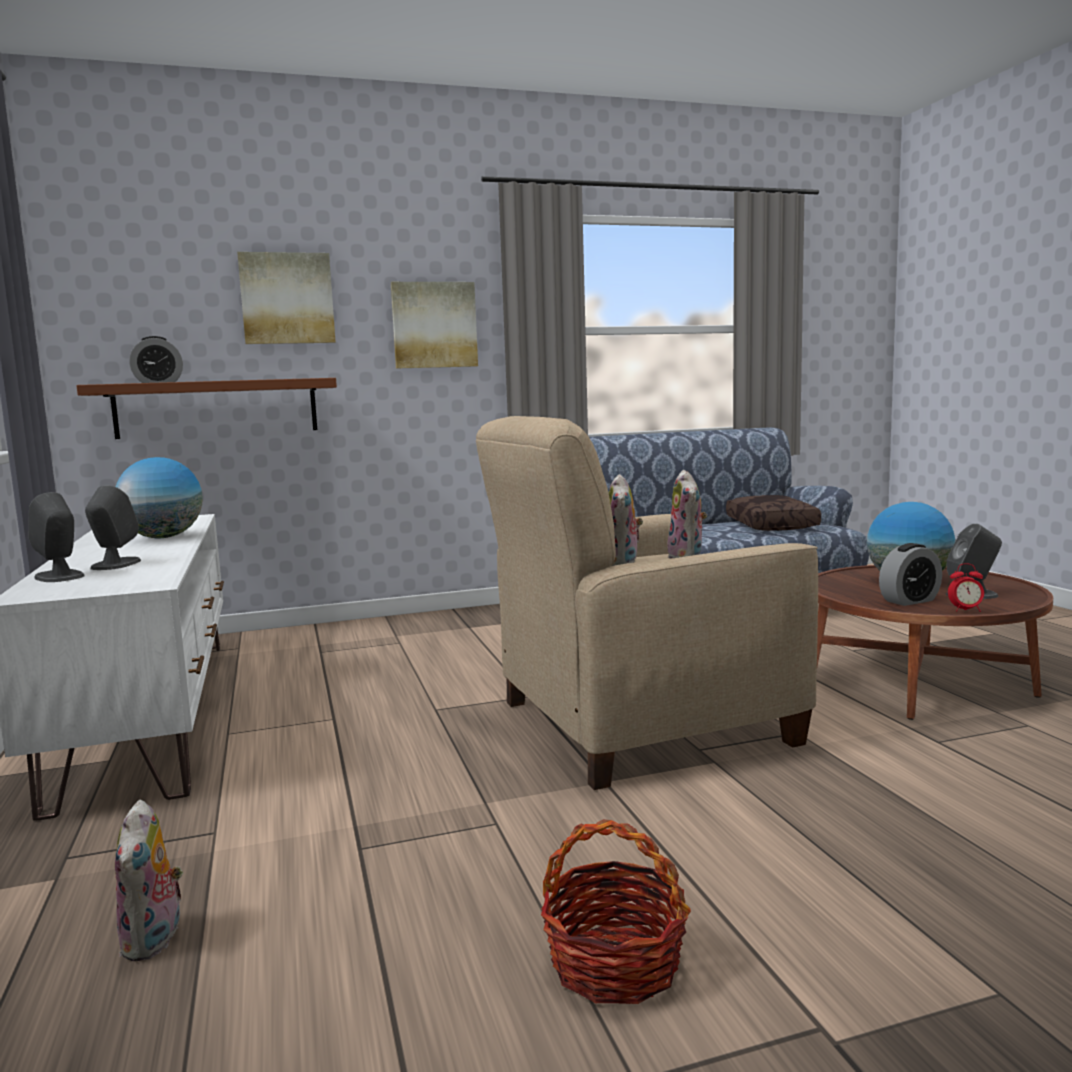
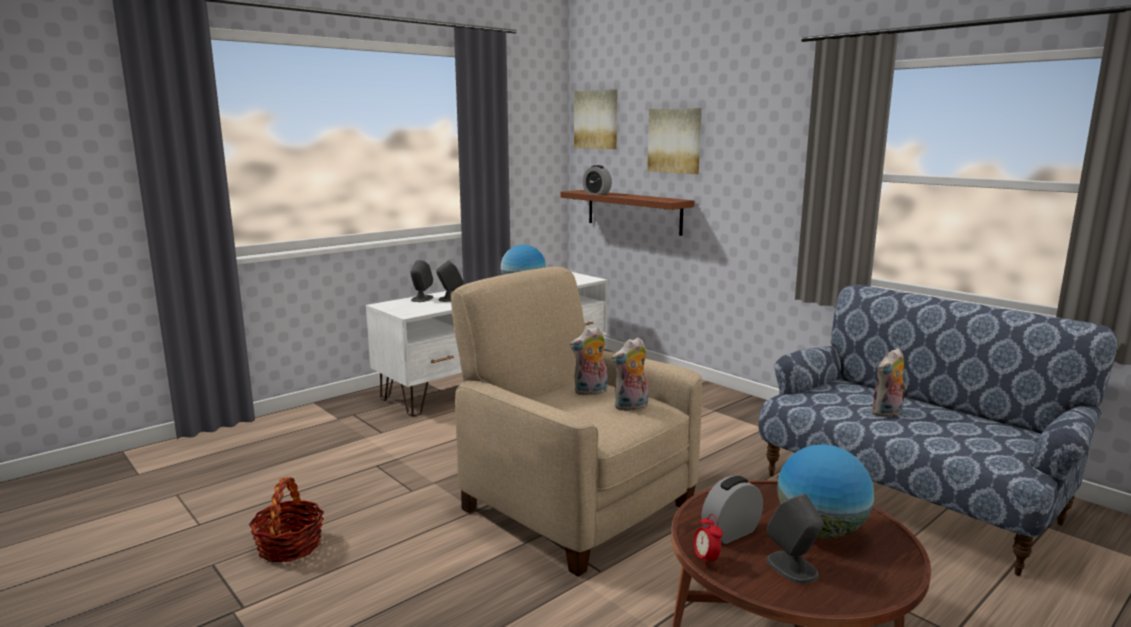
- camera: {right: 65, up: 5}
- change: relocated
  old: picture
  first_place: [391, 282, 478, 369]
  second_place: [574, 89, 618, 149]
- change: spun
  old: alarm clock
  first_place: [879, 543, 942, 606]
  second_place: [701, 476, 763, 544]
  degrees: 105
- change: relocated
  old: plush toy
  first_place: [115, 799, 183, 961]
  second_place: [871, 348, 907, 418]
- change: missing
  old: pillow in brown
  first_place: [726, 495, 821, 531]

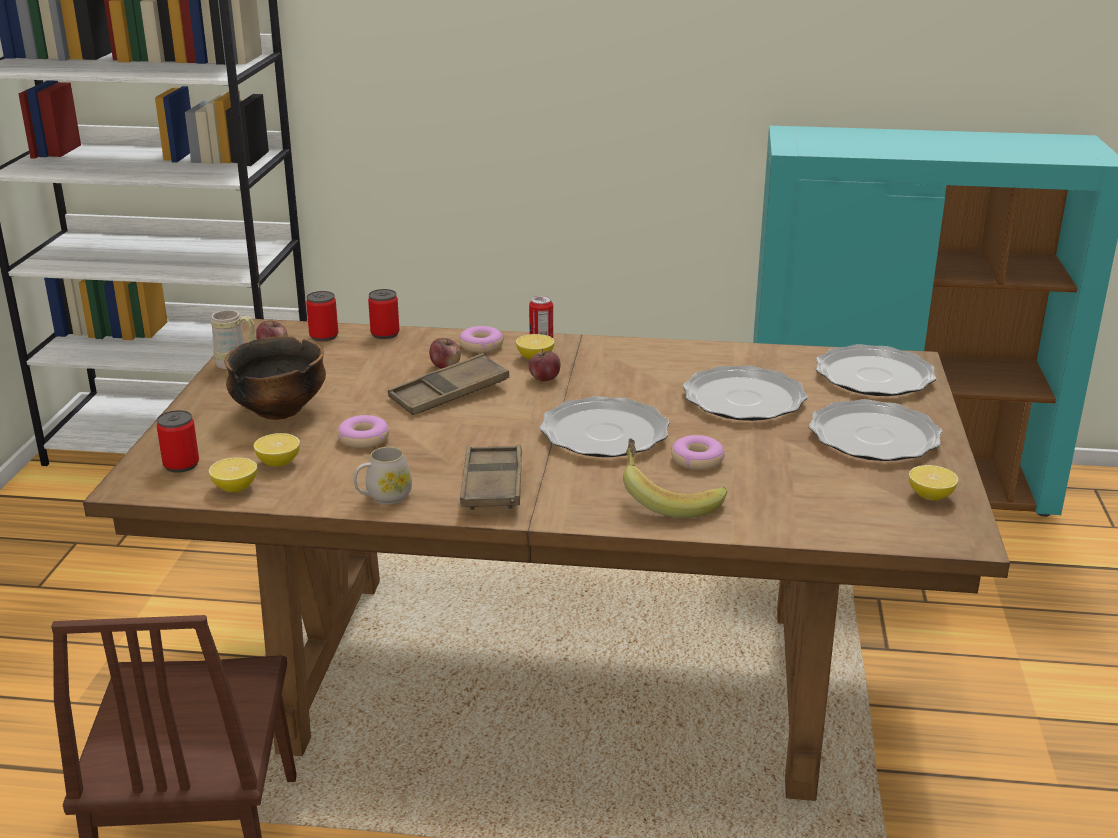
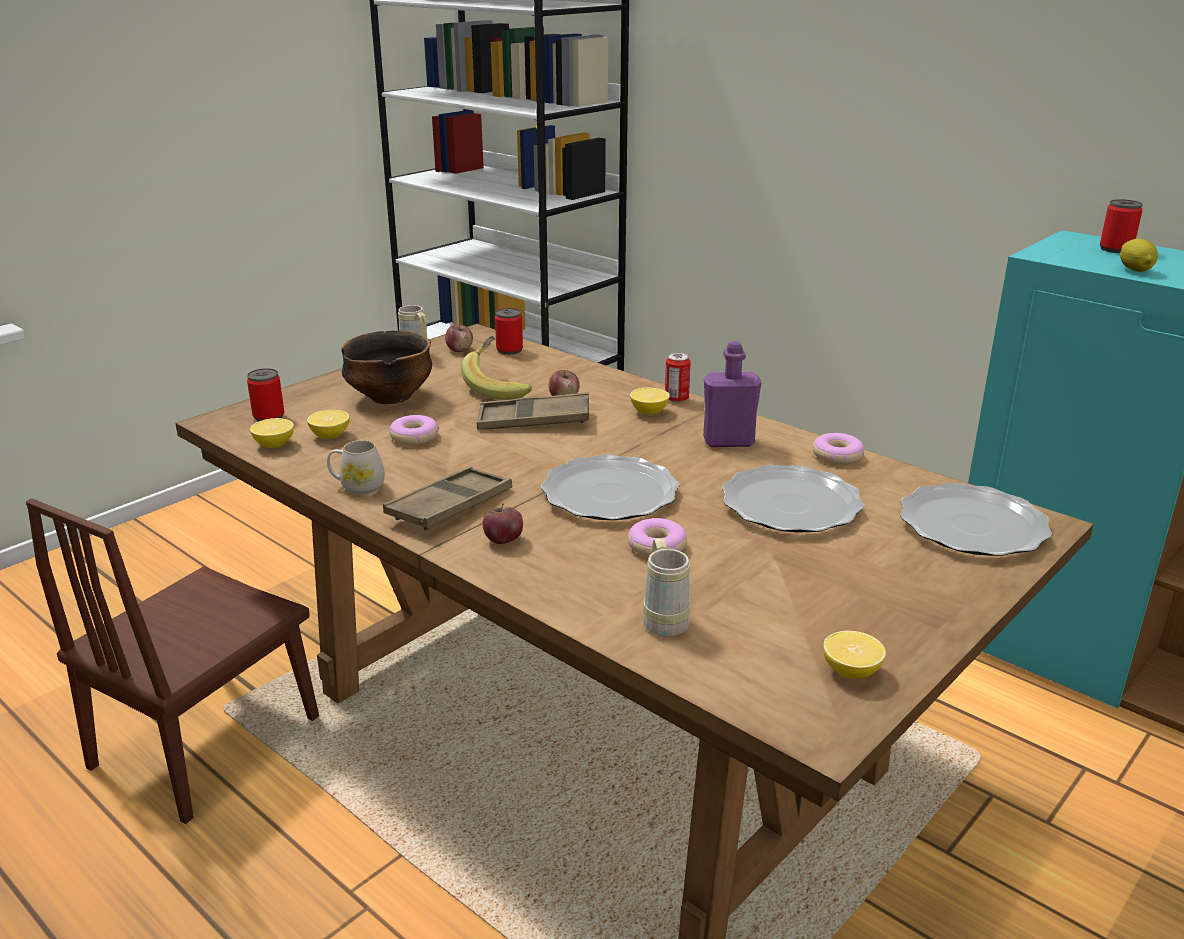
- camera: {right: 35, up: 0}
- change: relocated
  old: banana
  first_place: [623, 439, 727, 518]
  second_place: [461, 336, 532, 400]
- change: relocated
  old: apple
  first_place: [528, 349, 560, 382]
  second_place: [482, 503, 523, 544]
- change: appeared
  new: mug in beige
  second_place: [643, 538, 690, 637]
- change: appeared
  new: bottle in purple
  second_place: [703, 341, 762, 447]
- change: relocated
  old: donut
  first_place: [459, 326, 504, 353]
  second_place: [813, 433, 864, 465]
- change: relocated
  old: can
  first_place: [368, 289, 400, 339]
  second_place: [1100, 199, 1143, 253]
- change: appeared
  new: lemon
  second_place: [1120, 239, 1158, 272]
- change: missing
  old: plate
  first_place: [809, 399, 942, 461]

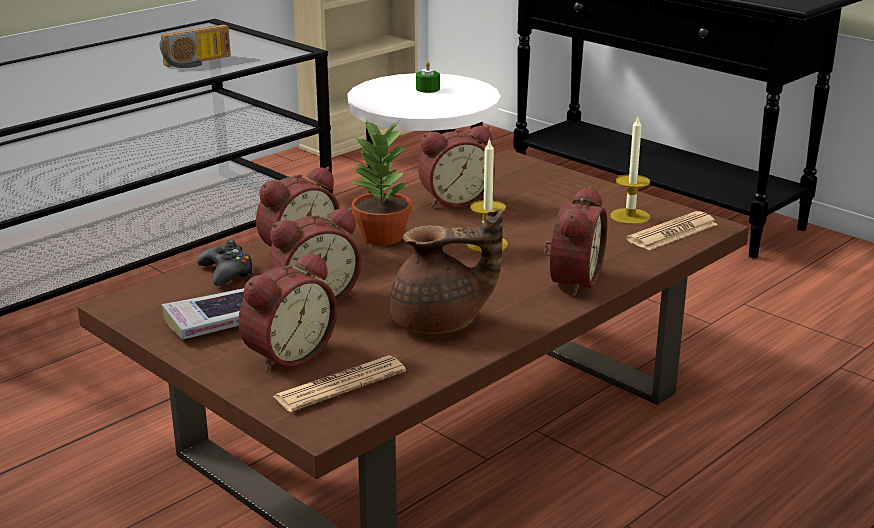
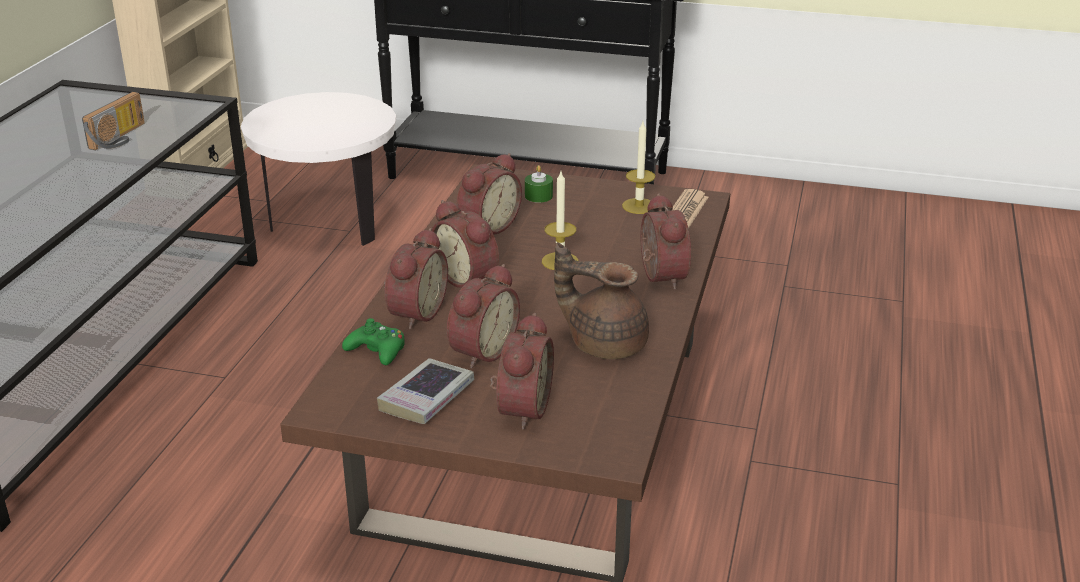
- camera: {right: -30, up: 5}
- change: colour
  old: game controller in black
  new: game controller in green
  first_place: [197, 239, 254, 286]
  second_place: [342, 318, 405, 365]
- change: exchanged
  old: potted plant
  new: alarm clock
  first_place: [348, 119, 412, 245]
  second_place: [432, 200, 499, 288]
- change: relocated
  old: candle in green
  first_place: [416, 61, 440, 93]
  second_place: [525, 165, 553, 203]
- change: spun
  old: teapot in brown
  first_place: [390, 208, 503, 334]
  second_place: [554, 242, 649, 359]
  degrees: -120
- change: missing
  old: newspaper
  first_place: [273, 356, 406, 412]

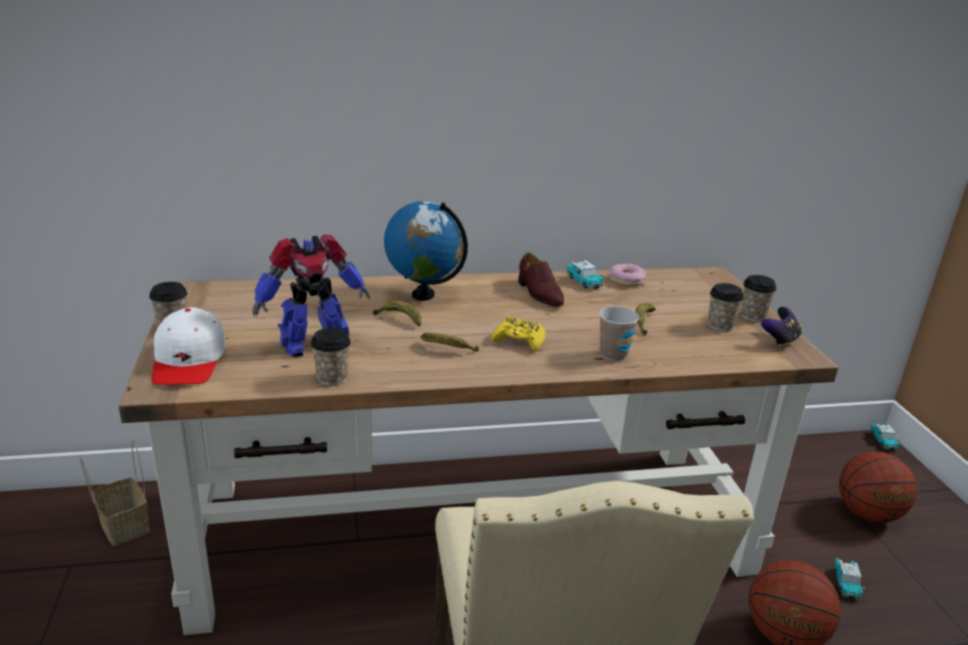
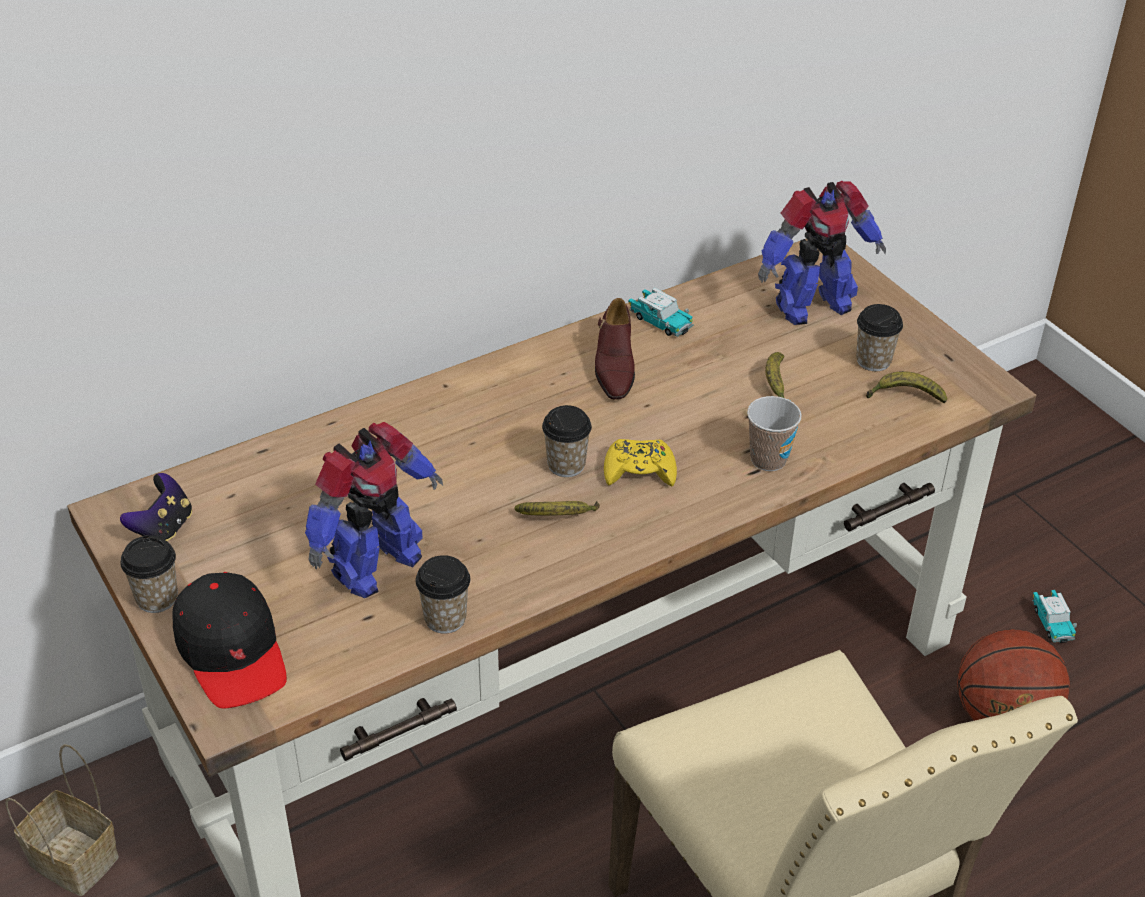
- camera: {right: -20, up: 15}
- change: relocated
  old: game controller
  first_place: [761, 307, 802, 348]
  second_place: [120, 473, 192, 541]
- change: colour
  old: cap in white
  new: cap in black
  first_place: [152, 307, 226, 385]
  second_place: [172, 572, 287, 708]
- change: relocated
  old: cup
  first_place: [741, 275, 776, 322]
  second_place: [542, 405, 592, 477]
- change: spun
  old: shoe in brown
  first_place: [518, 253, 564, 307]
  second_place: [595, 298, 635, 400]
  degrees: 45
- change: appeared
  new: toy robot
  second_place: [758, 181, 886, 325]
- change: relocated
  old: banana
  first_place: [373, 300, 421, 326]
  second_place: [866, 371, 947, 403]
- change: missing
  old: globe
  first_place: [384, 201, 468, 301]
- change: missing
  old: donut
  first_place: [609, 264, 646, 287]
- change: missing
  old: basketball
  first_place: [839, 451, 917, 523]
- change: missing
  old: toy car
  first_place: [870, 424, 900, 451]

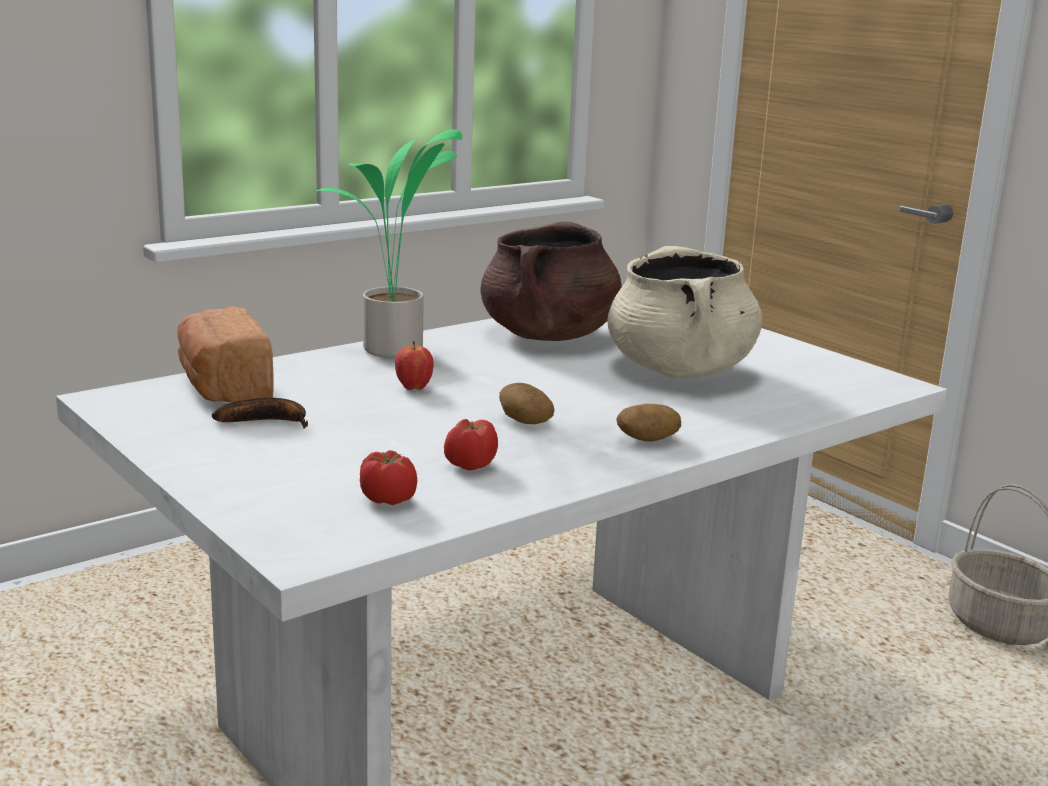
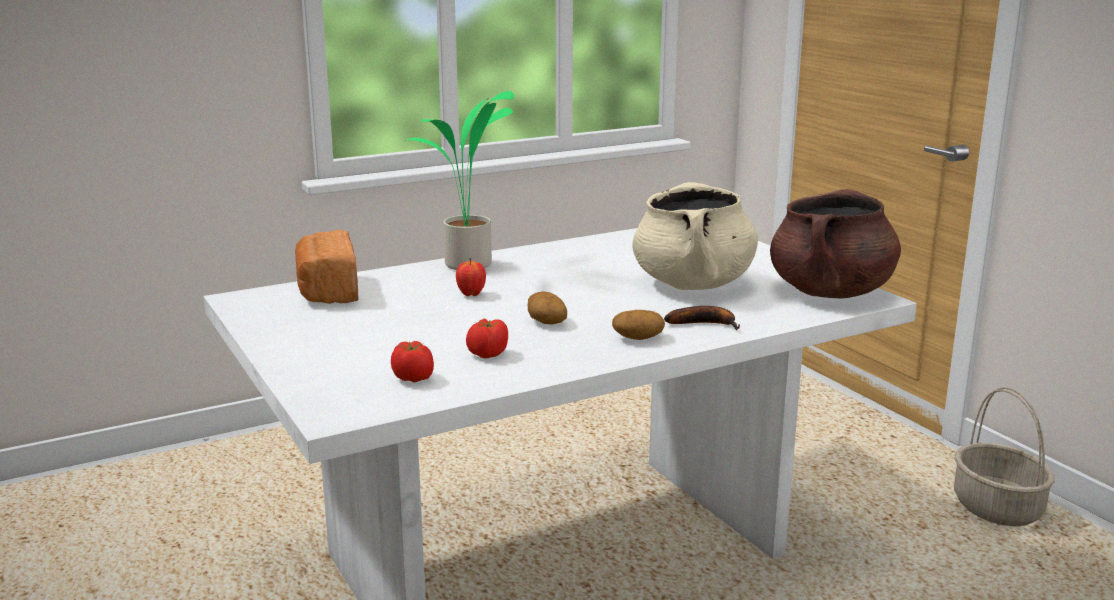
- camera: {right: 10, up: 0}
- change: relocated
  old: banana
  first_place: [212, 398, 308, 428]
  second_place: [664, 306, 740, 330]
- change: relocated
  old: cooking pot in brown
  first_place: [480, 221, 622, 341]
  second_place: [770, 189, 901, 299]

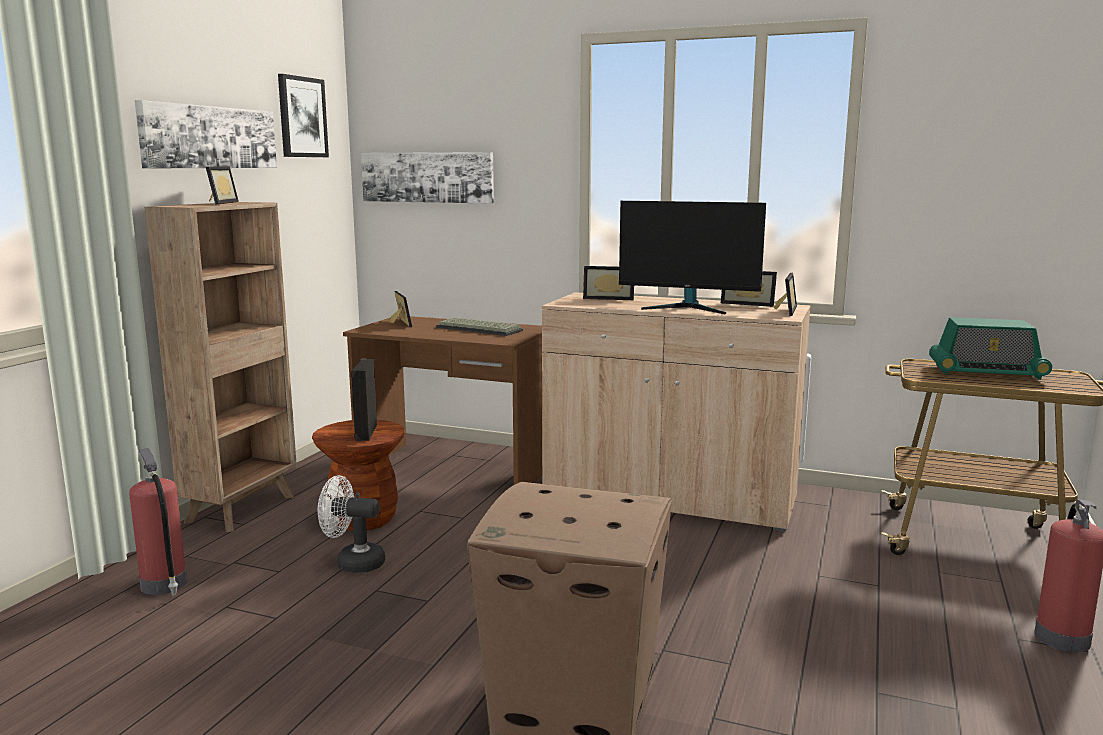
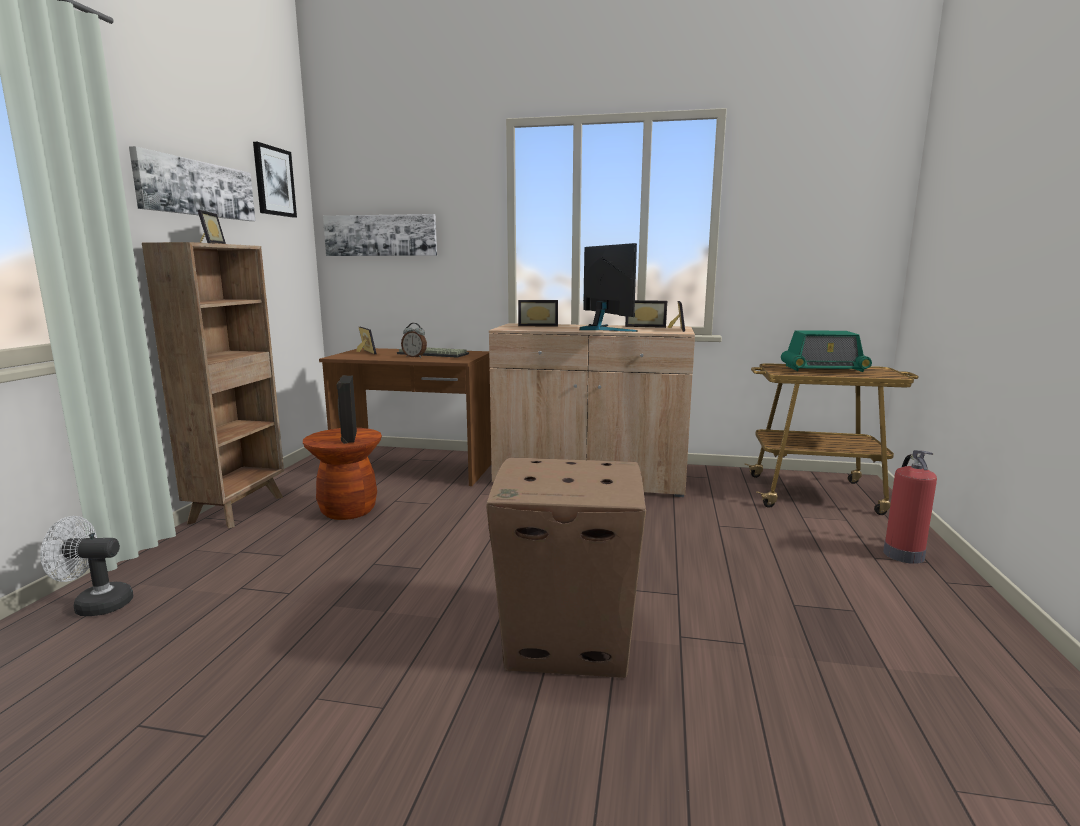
- camera: {right: -10, up: 0}
- change: relocated
  old: fan in white
  first_place: [318, 475, 385, 573]
  second_place: [40, 516, 134, 616]
- change: appeared
  new: alarm clock
  second_place: [401, 323, 427, 358]
- change: spun
  old: monitor
  first_place: [619, 201, 766, 314]
  second_place: [579, 243, 638, 332]
  degrees: -120
- change: missing
  old: fire extinguisher
  first_place: [129, 448, 187, 596]

